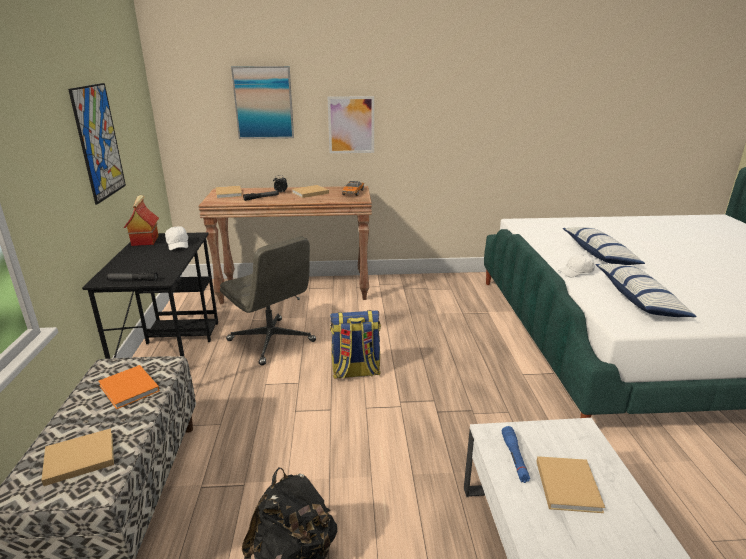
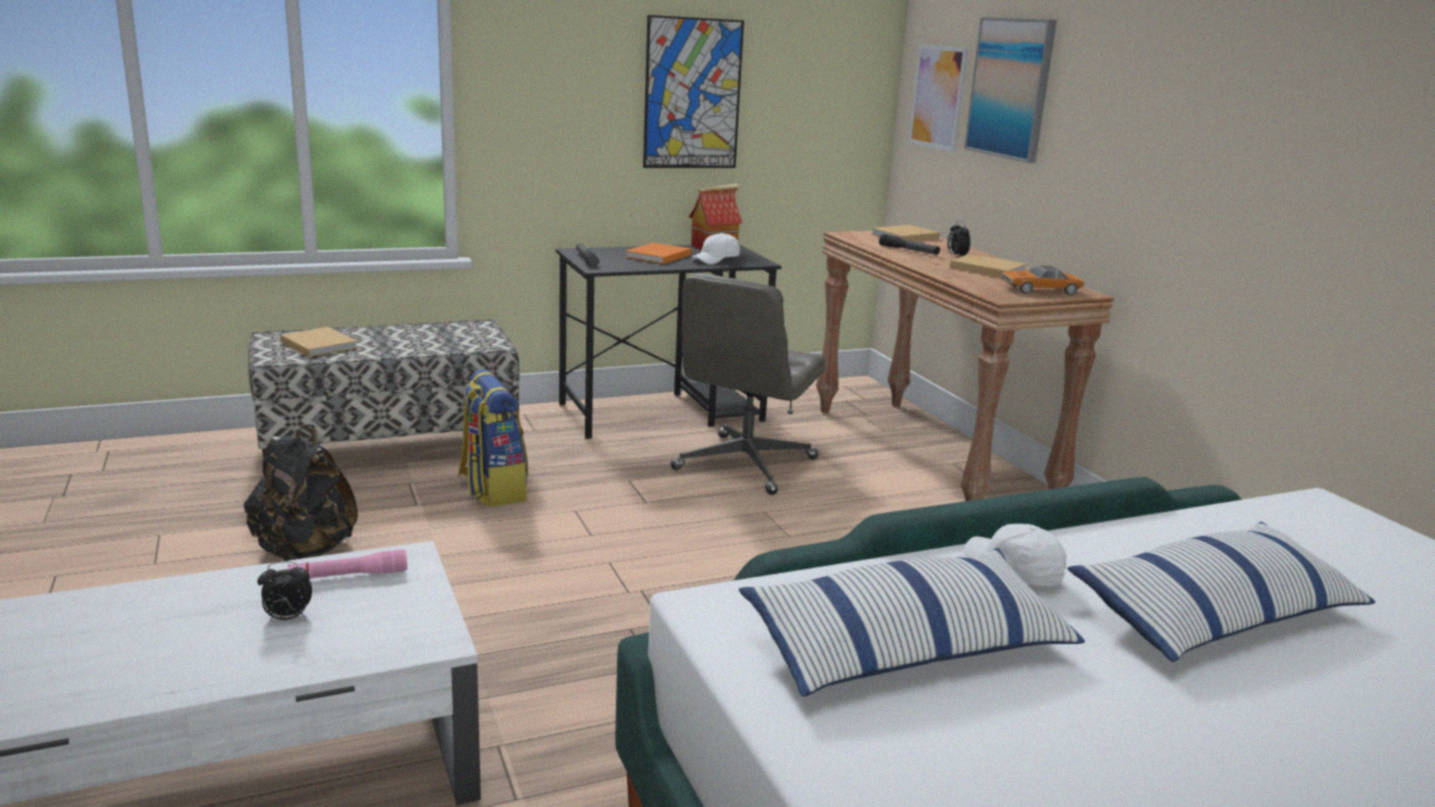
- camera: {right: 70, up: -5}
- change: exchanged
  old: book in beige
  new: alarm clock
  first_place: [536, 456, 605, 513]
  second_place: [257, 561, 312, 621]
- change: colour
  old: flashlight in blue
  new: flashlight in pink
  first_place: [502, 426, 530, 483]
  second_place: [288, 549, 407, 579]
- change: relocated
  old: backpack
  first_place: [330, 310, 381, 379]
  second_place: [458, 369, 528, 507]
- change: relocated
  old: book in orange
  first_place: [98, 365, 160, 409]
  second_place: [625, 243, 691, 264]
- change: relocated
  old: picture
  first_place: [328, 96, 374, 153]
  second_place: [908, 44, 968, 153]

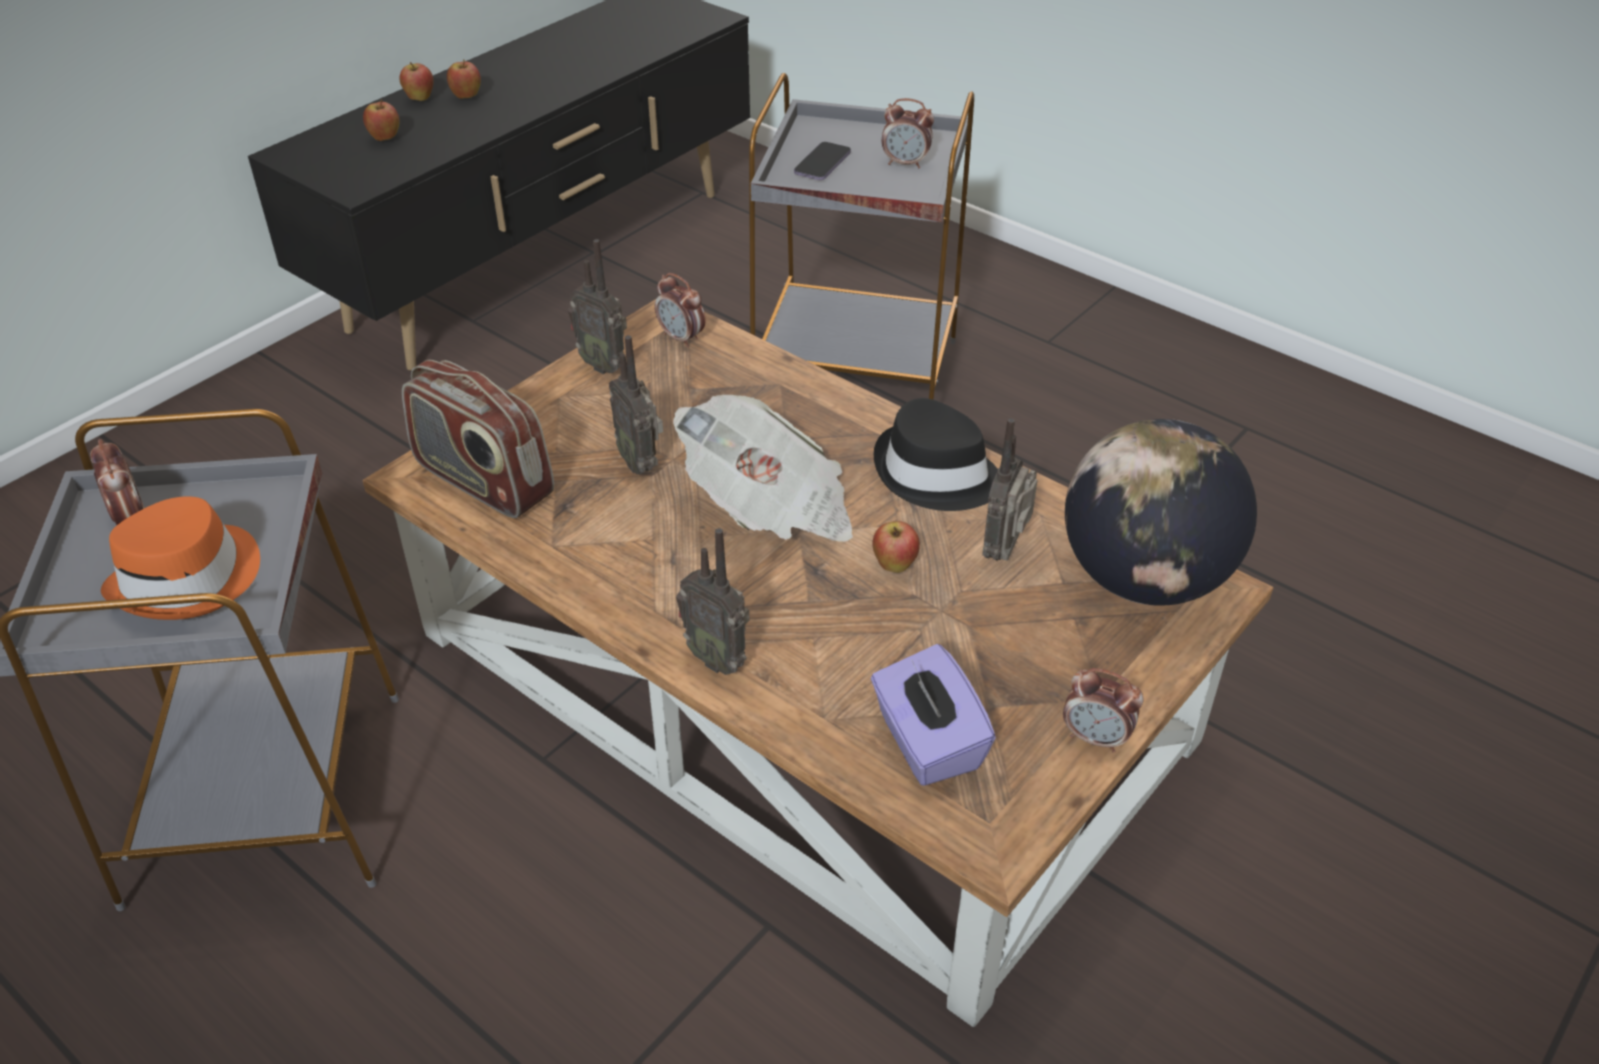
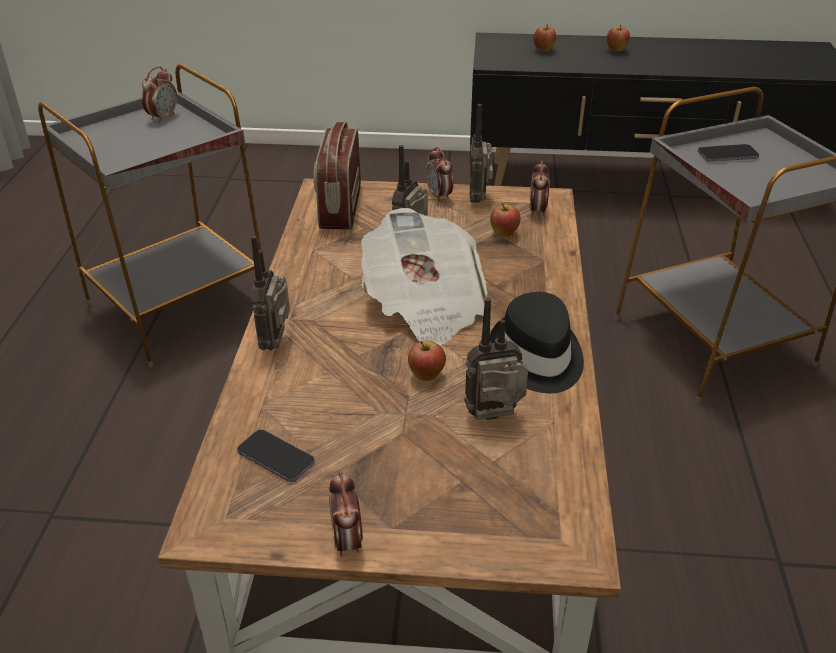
- camera: {right: 55, up: -5}
- change: exchanged
  old: tissue box in purple
  new: phone
  first_place: [871, 644, 996, 786]
  second_place: [237, 429, 315, 482]
- change: relocated
  old: alarm clock
  first_place: [882, 98, 934, 168]
  second_place: [426, 147, 453, 202]
- change: relocated
  old: apple
  first_place: [399, 62, 434, 101]
  second_place: [490, 203, 521, 237]
- change: missing
  old: hat in orange
  first_place: [101, 496, 260, 620]
- change: missing
  old: globe
  first_place: [1065, 419, 1257, 606]

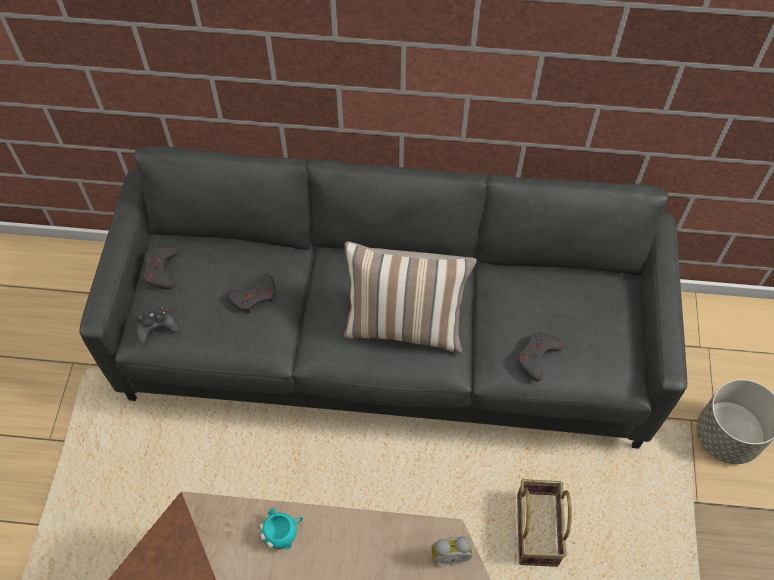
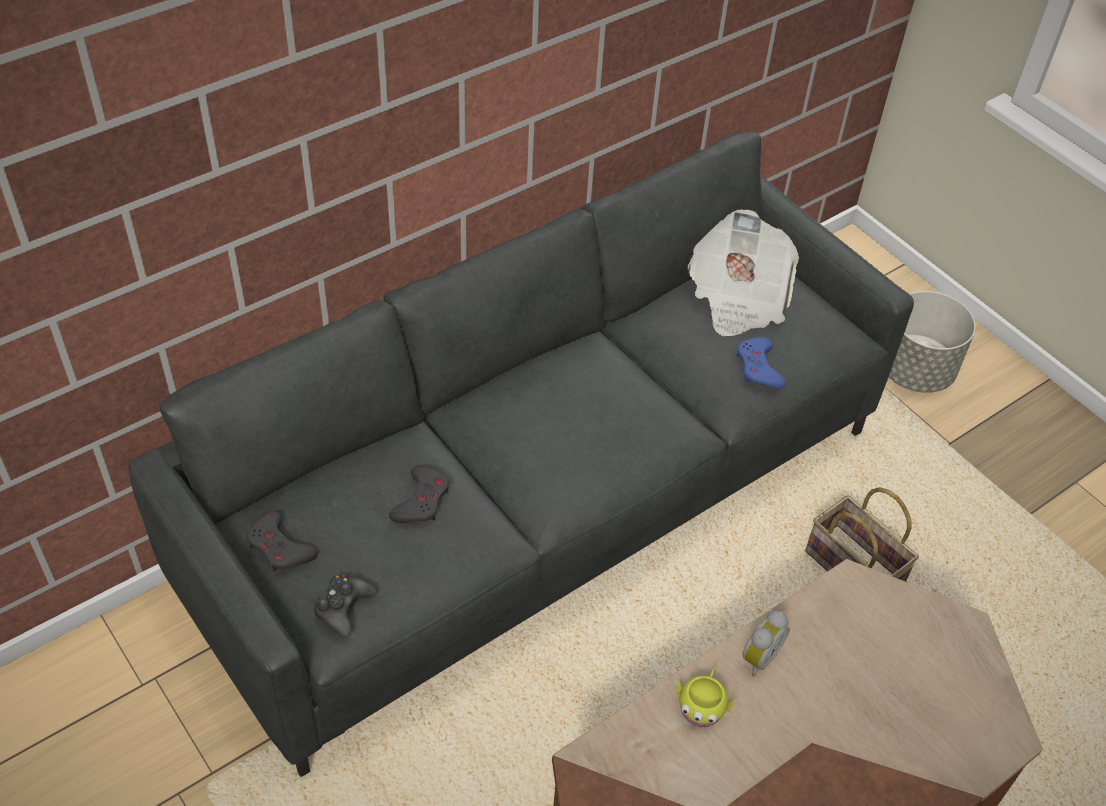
- camera: {right: -45, up: -10}
- change: colour
  old: mug in turquoise
  new: mug in yellow
  first_place: [259, 508, 303, 550]
  second_place: [675, 667, 734, 727]
- change: appeared
  new: newspaper
  second_place: [688, 209, 799, 336]
- change: colour
  old: game controller in grey
  new: game controller in blue
  first_place: [517, 333, 563, 382]
  second_place: [736, 337, 786, 389]
- change: relocated
  old: alarm clock
  first_place: [431, 536, 472, 565]
  second_place: [742, 610, 790, 677]
- change: missing
  old: pillow
  first_place: [344, 241, 477, 353]

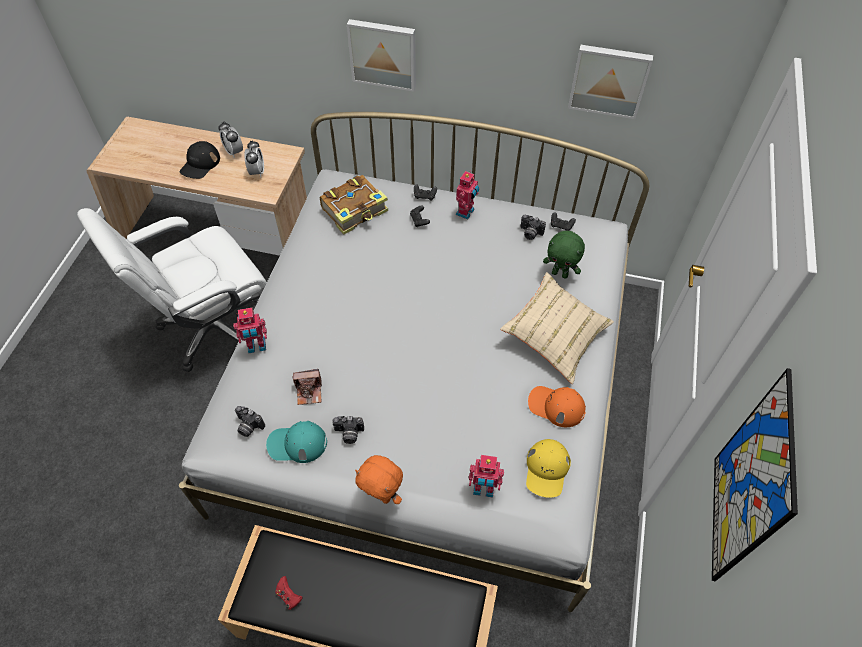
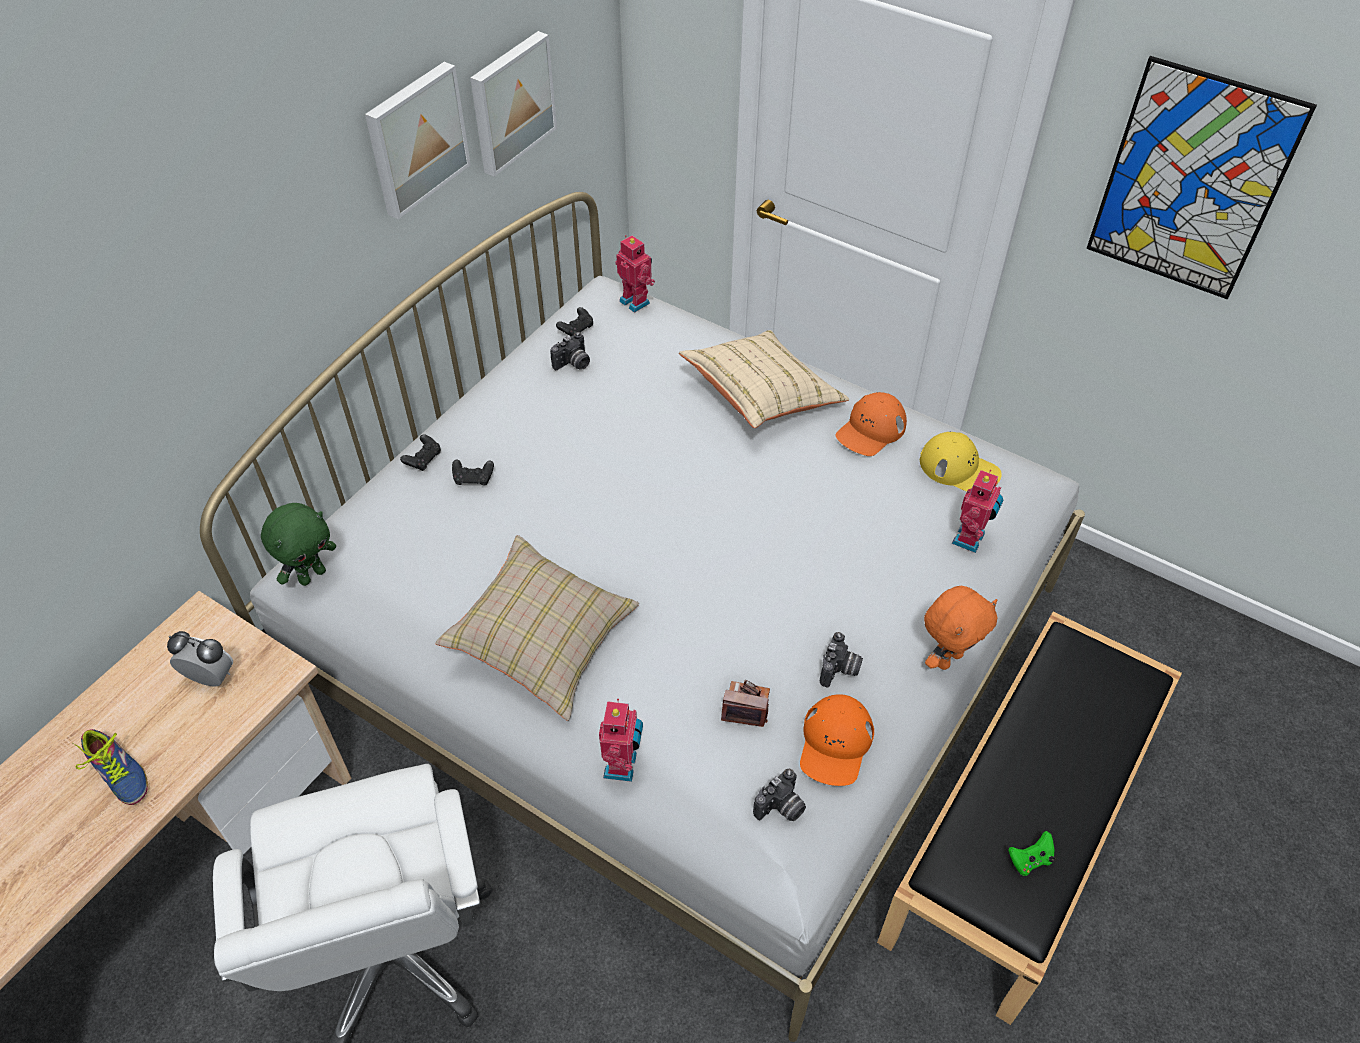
- camera: {right: -70, up: -5}
- change: exchanged
  old: cap in black
  new: shoe
  first_place: [180, 141, 220, 179]
  second_place: [72, 729, 148, 805]
- change: relocated
  old: plush toy in green
  first_place: [543, 231, 585, 278]
  second_place: [261, 503, 336, 586]
- change: relocated
  old: picture
  first_place: [347, 19, 416, 92]
  second_place: [365, 62, 471, 219]
- change: appeared
  new: pillow in beige
  second_place: [435, 535, 639, 721]
- change: relocated
  old: toy robot
  first_place: [455, 171, 479, 219]
  second_place: [615, 235, 655, 313]
- change: spun
  old: photo camera
  first_place: [293, 369, 322, 405]
  second_place: [721, 680, 770, 727]
  degrees: -90
- change: colour
  old: cap in turquoise
  new: cap in orange
  first_place: [266, 421, 327, 463]
  second_place: [800, 694, 874, 786]
- change: colour
  old: game controller in red
  new: game controller in green
  first_place: [275, 576, 303, 610]
  second_place: [1008, 831, 1055, 876]
- change: missing
  old: alarm clock
  first_place: [218, 122, 243, 158]
- change: missing
  old: book
  first_place: [320, 175, 388, 234]

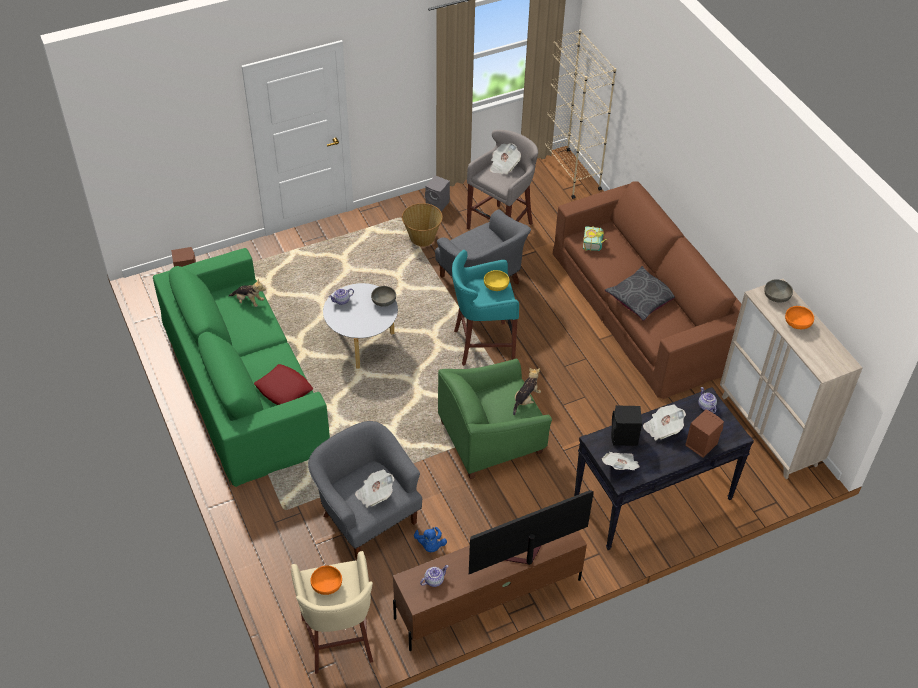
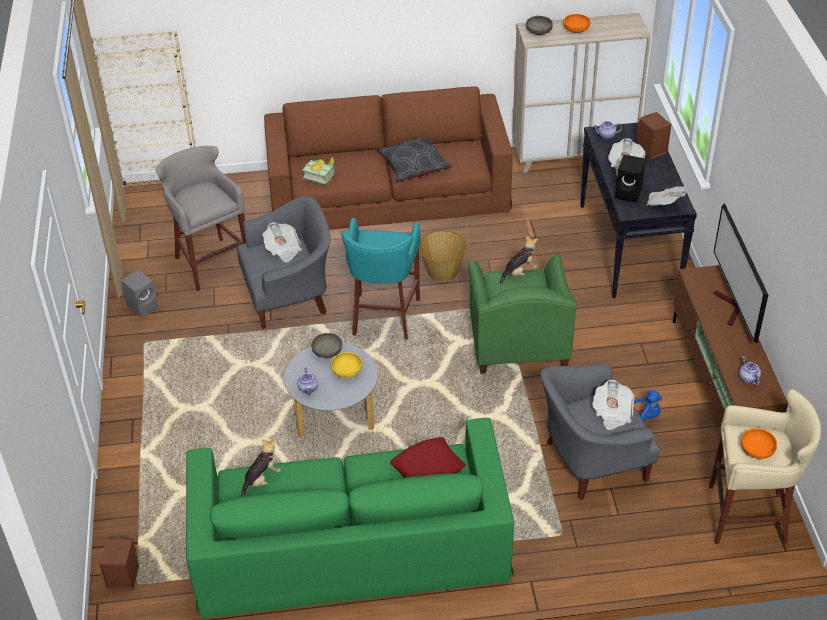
- camera: {right: -70, up: -5}
- change: relocated
  old: newspaper
  first_place: [490, 143, 521, 175]
  second_place: [263, 222, 302, 263]
- change: relocated
  old: bowl in yellow
  first_place: [484, 270, 510, 291]
  second_place: [331, 352, 362, 378]
- change: relocated
  old: basket
  first_place: [402, 203, 443, 247]
  second_place: [419, 230, 467, 282]
- change: spun
  old: plush toy
  first_place: [513, 368, 541, 415]
  second_place: [500, 236, 538, 284]
  degrees: 90

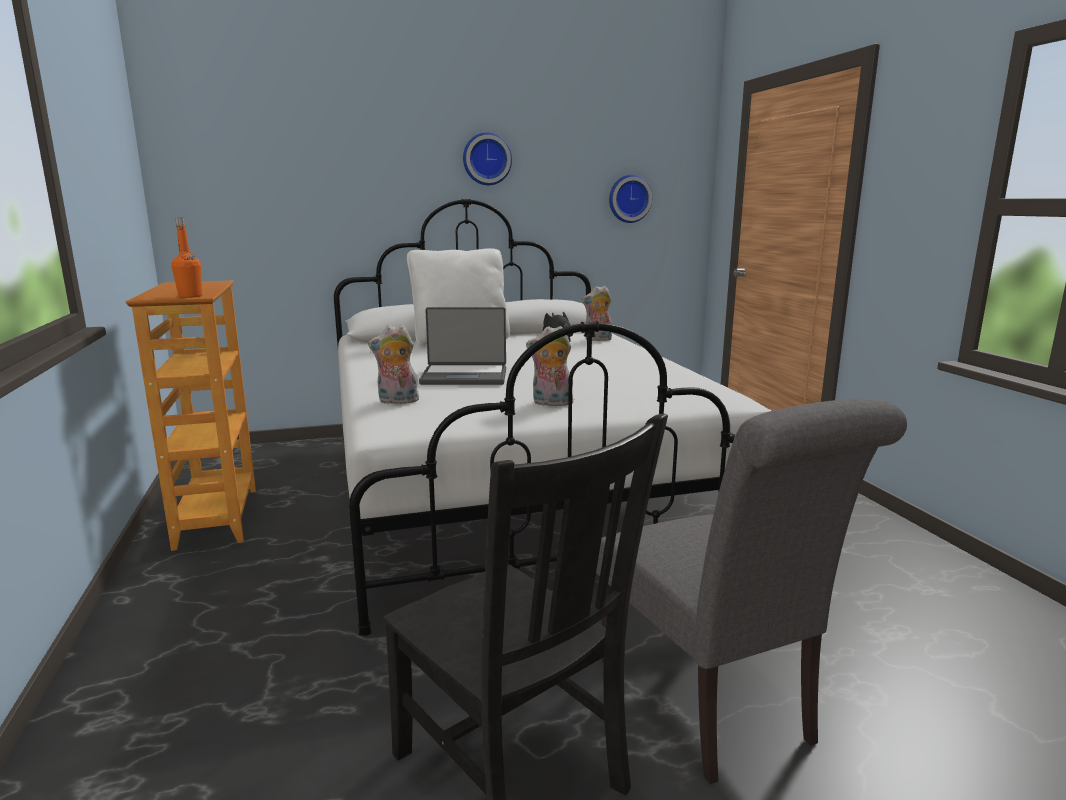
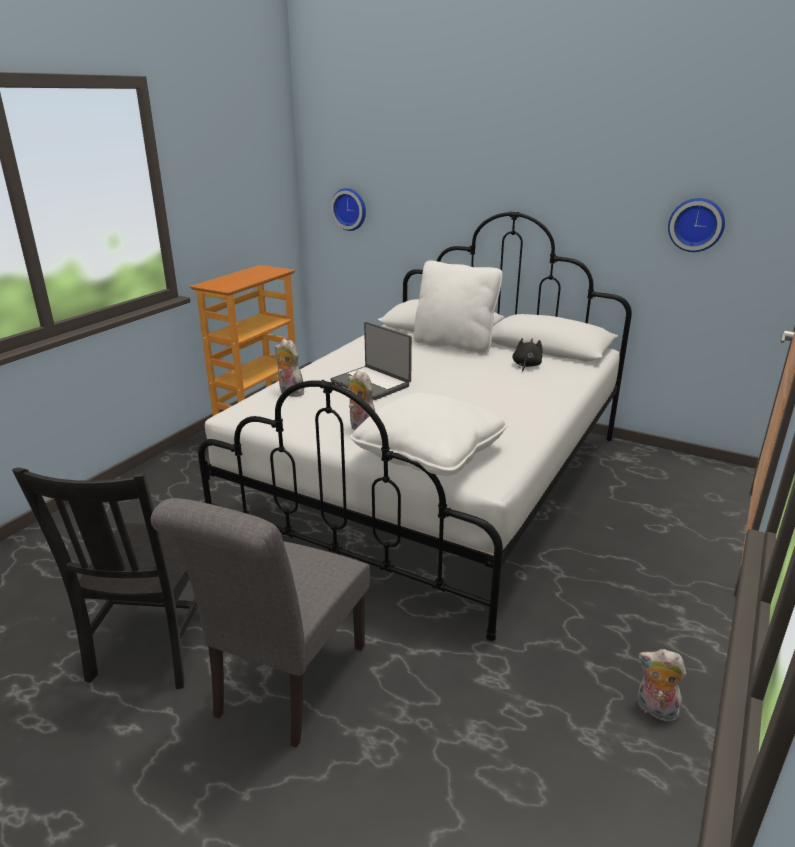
- camera: {right: 45, up: 10}
- change: relocated
  old: wall clock
  first_place: [463, 132, 512, 185]
  second_place: [331, 188, 366, 231]
- change: appeared
  new: pillow in white
  second_place: [350, 393, 507, 476]
- change: relocated
  old: plush toy
  first_place: [582, 286, 612, 341]
  second_place: [637, 649, 686, 722]
- change: missing
  old: bottle in orange
  first_place: [171, 218, 202, 298]

